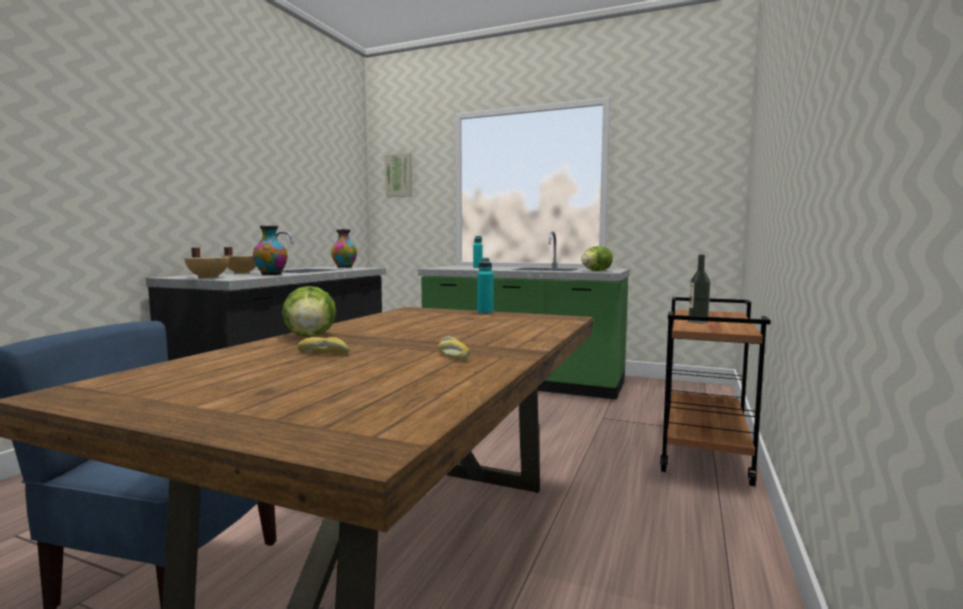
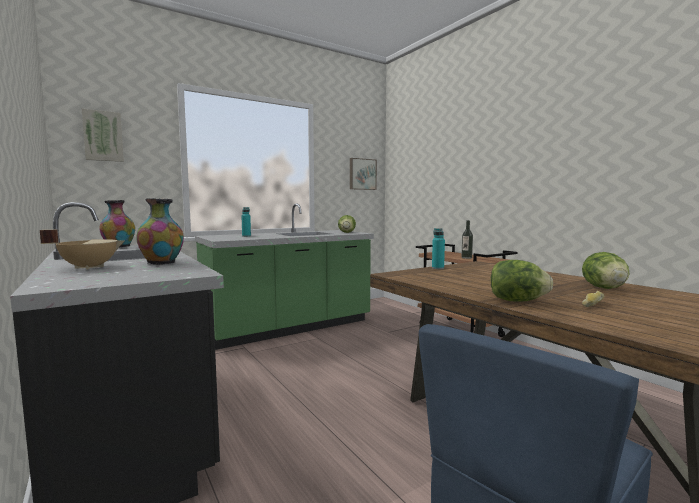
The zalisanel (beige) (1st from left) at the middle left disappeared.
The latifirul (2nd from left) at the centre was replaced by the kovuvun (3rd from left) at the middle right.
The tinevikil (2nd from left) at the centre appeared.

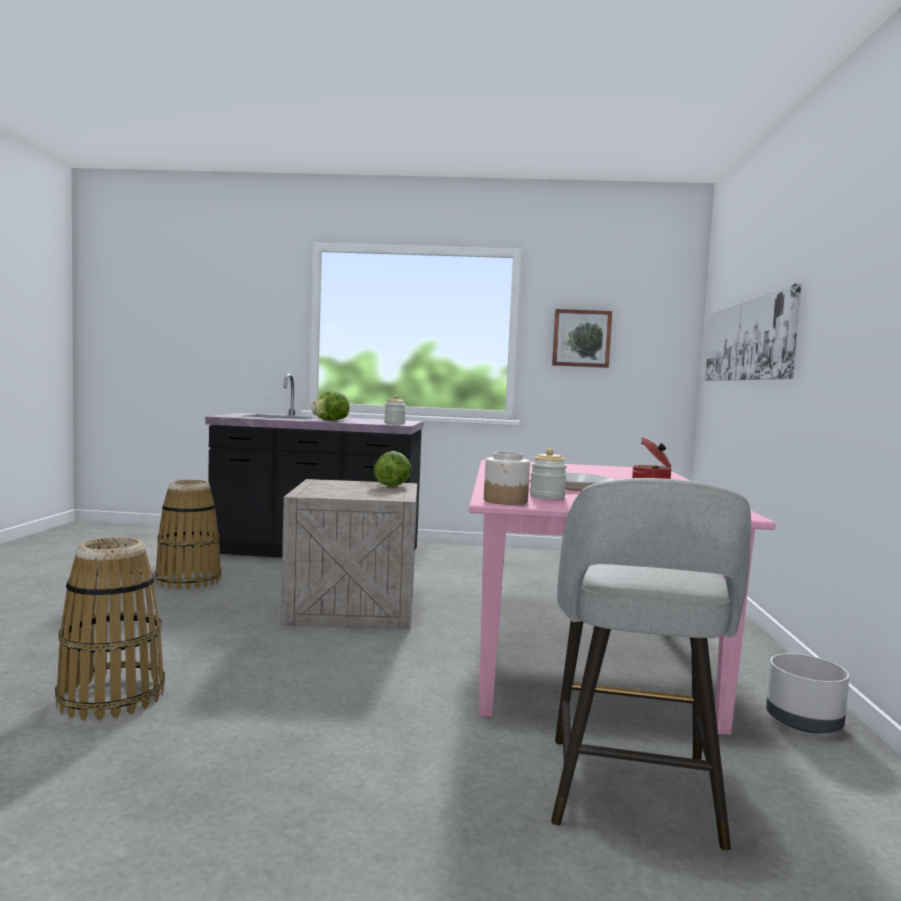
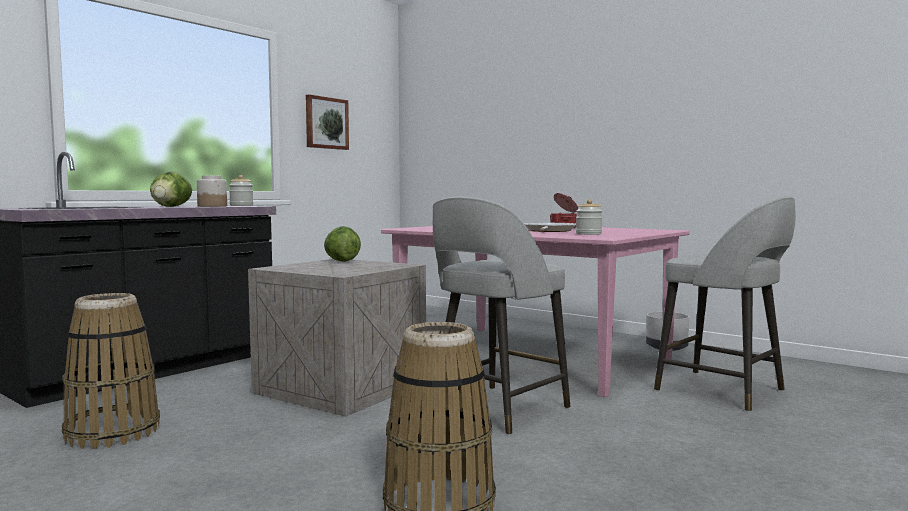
The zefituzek (2nd from left in the first image) moved from the centre to the middle left.
The tinevikil (2nd from left) at the middle right disappeared.
The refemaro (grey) (1st from left) at the centre appeared.

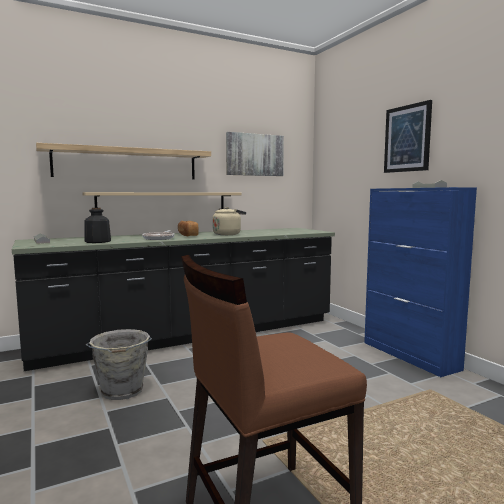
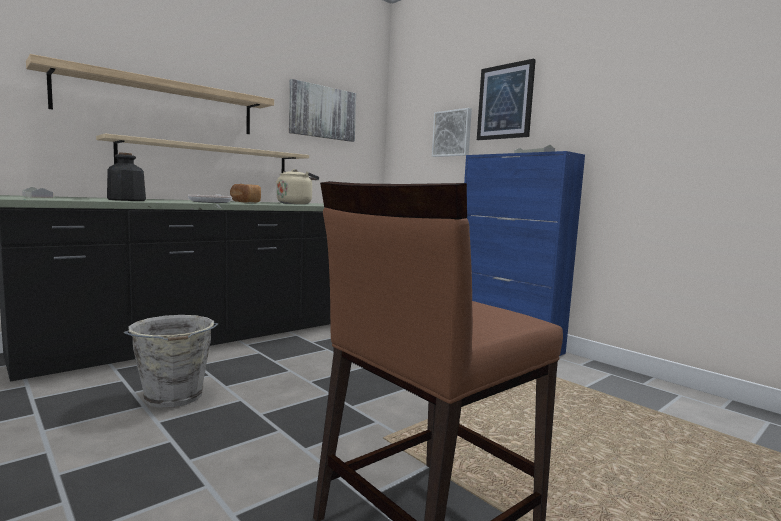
The tinevikil (2nd from left) at the top centre appeared.

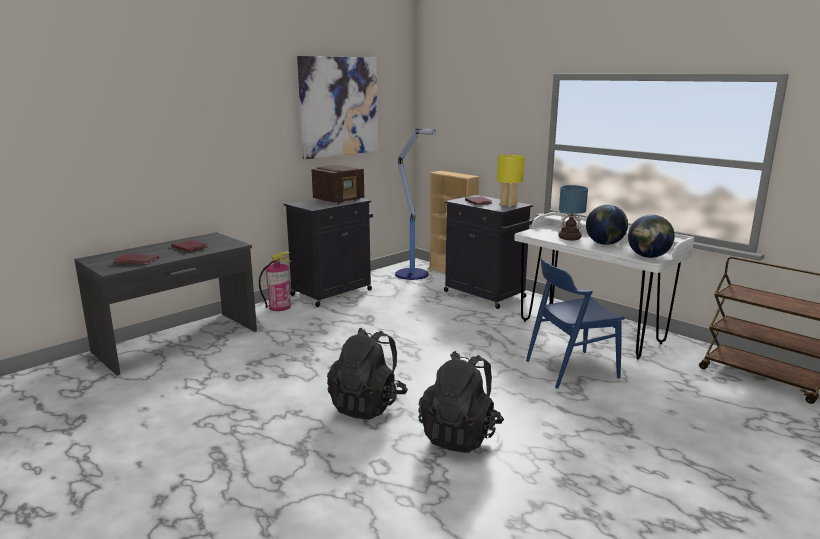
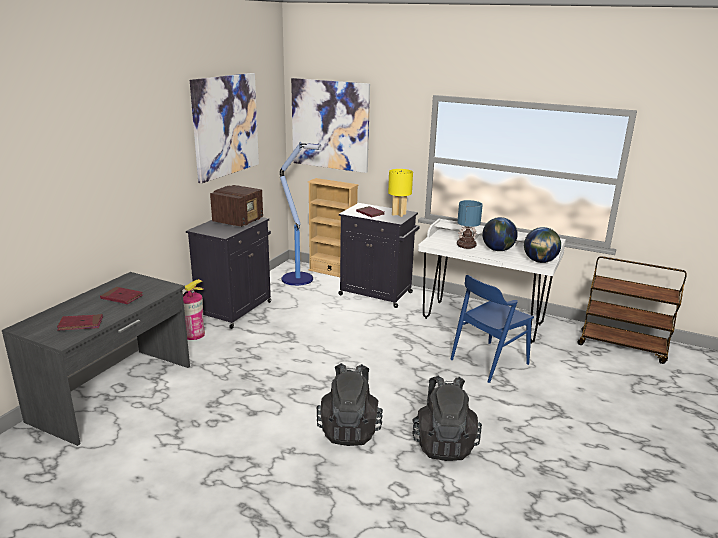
The tinevikil (2nd from left) at the top centre appeared.

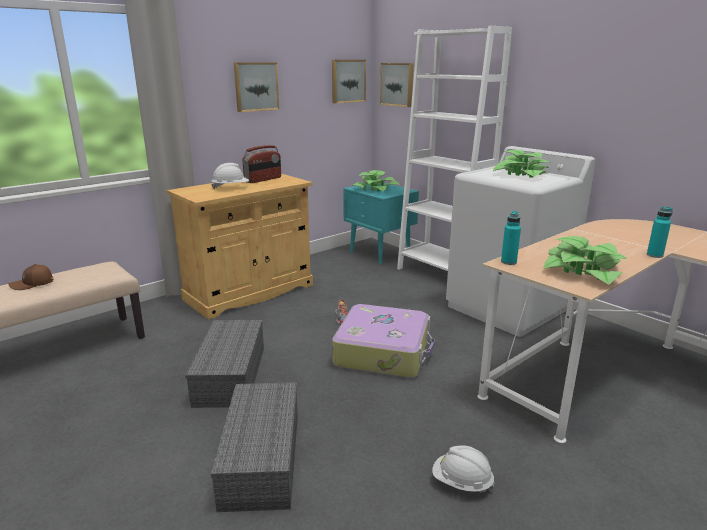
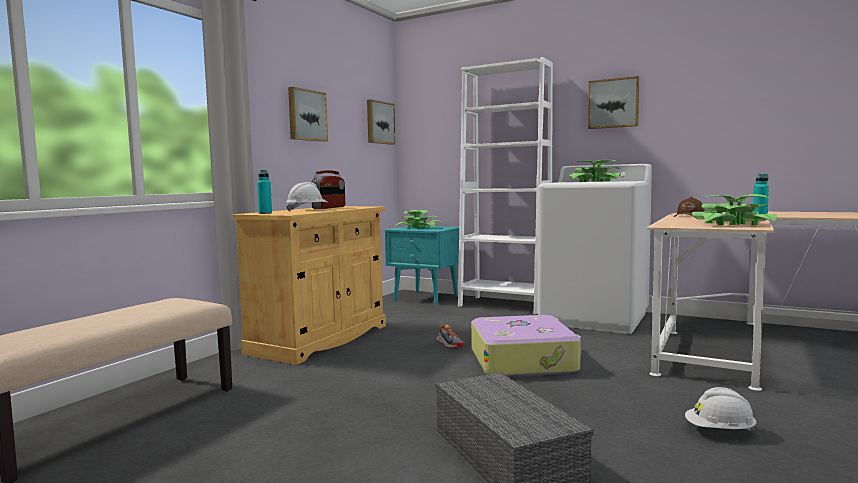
The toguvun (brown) moved from the middle left to the middle right.
The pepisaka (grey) (1st from left) at the bottom left disappeared.
The tinevikil (3rd from left) moved from the top centre to the top right.
The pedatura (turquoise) (1st from left) moved from the middle right to the middle left.

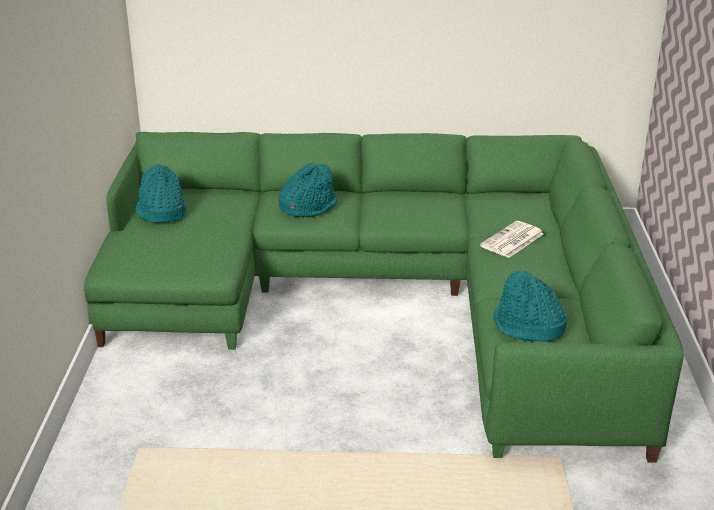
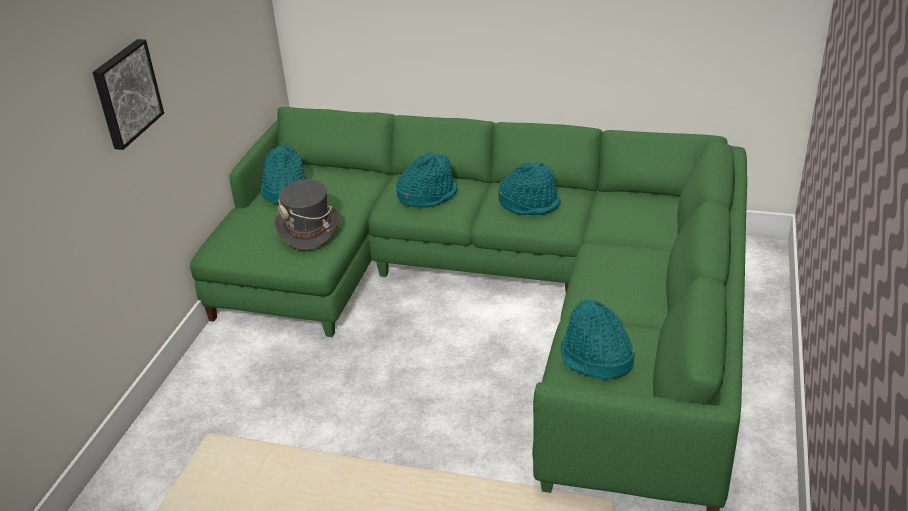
The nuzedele at the middle right disappeared.
The tinevikil at the top left appeared.
The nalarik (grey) at the centre appeared.
The nalarik (turquoise) (3rd from left) at the centre appeared.

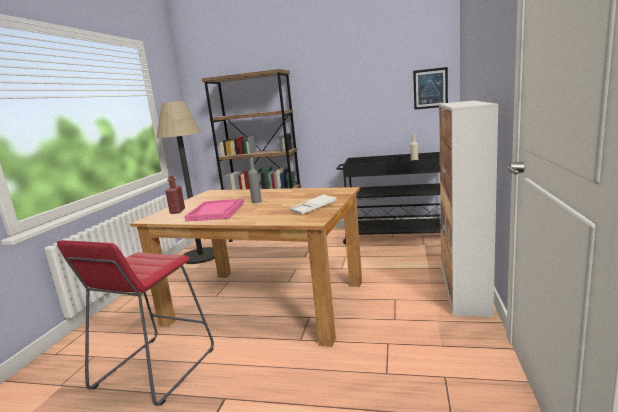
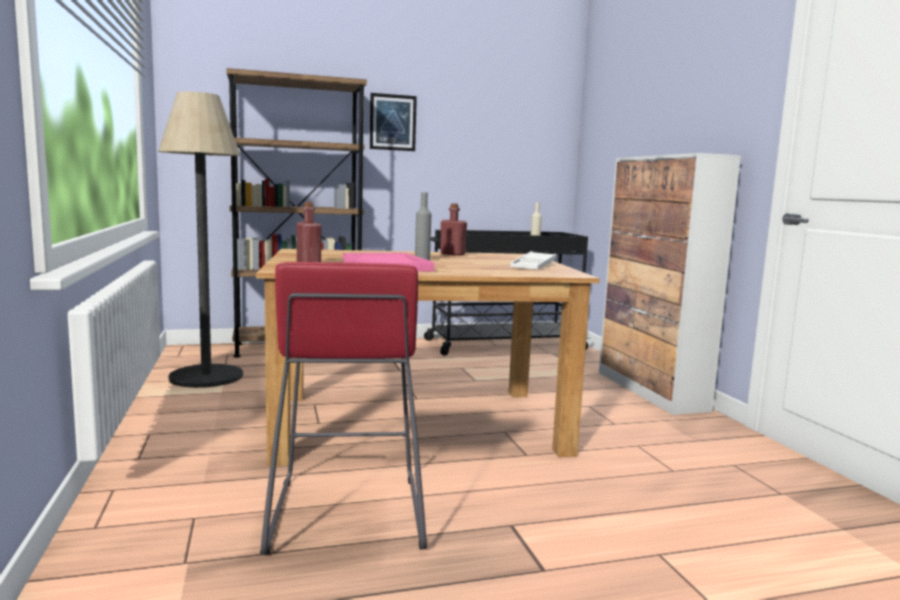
The tinevikil moved from the top right to the top centre.
The pedatura (red) (2nd from left) at the centre appeared.

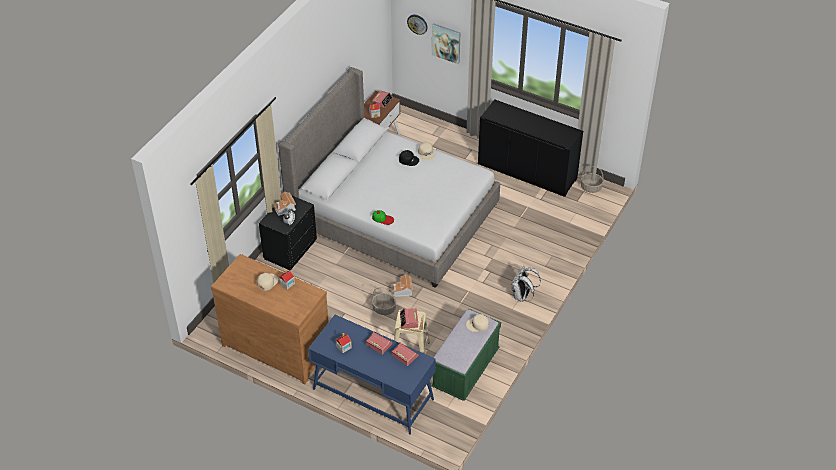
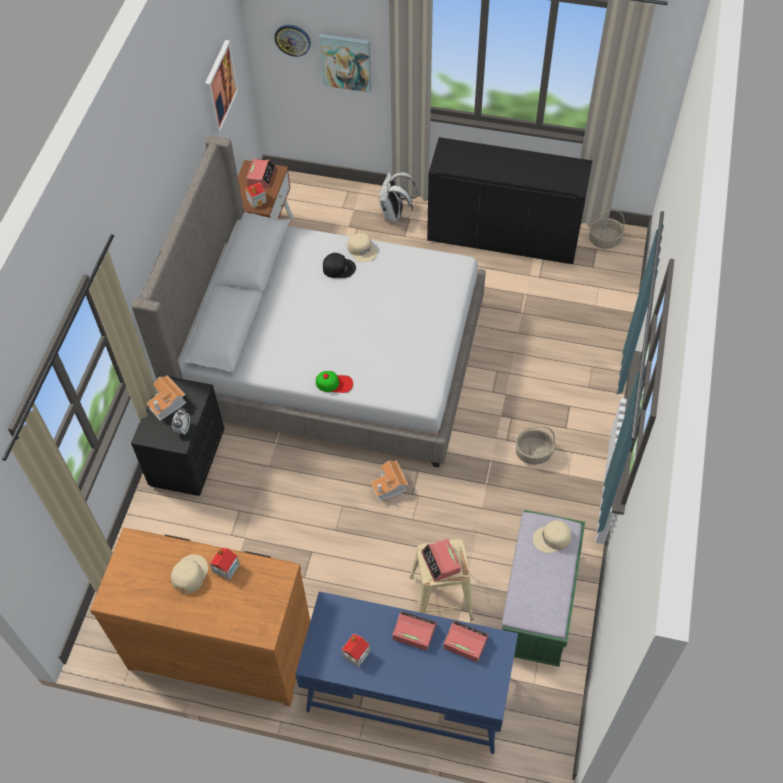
The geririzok (1st from left) moved from the centre to the middle right.
The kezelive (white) moved from the centre to the top centre.
The tinevikil (1st from left) at the top left appeared.

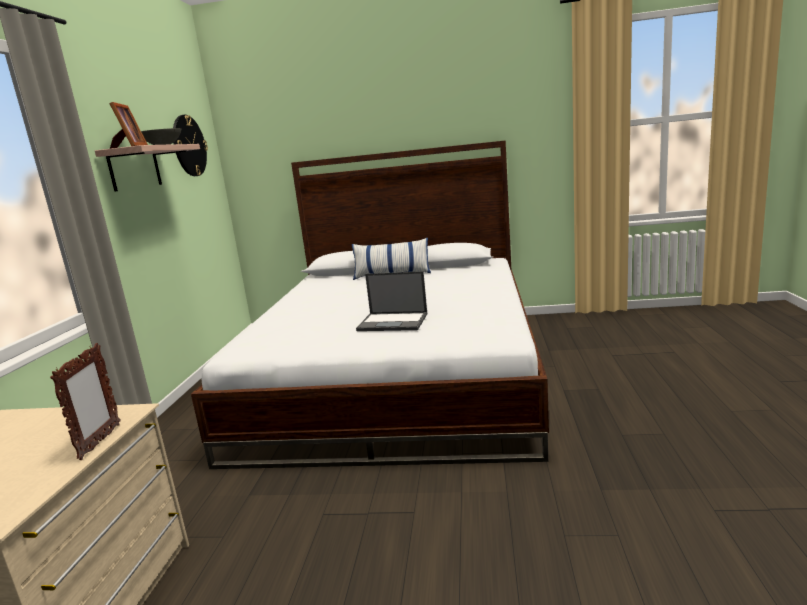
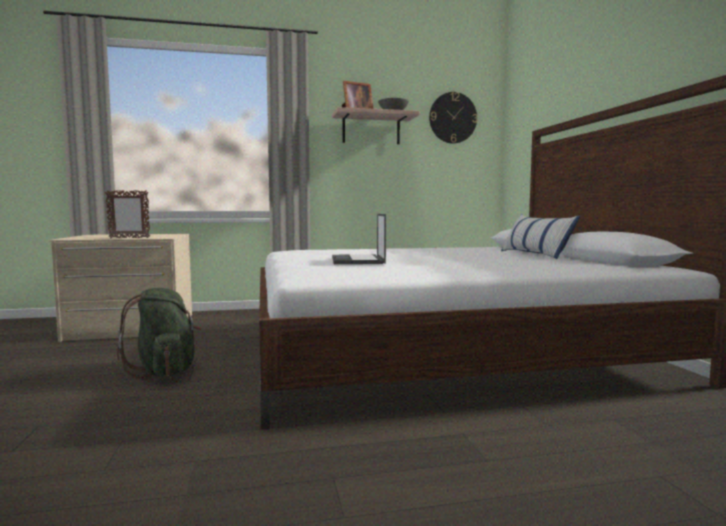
The kezelive (green) at the middle left appeared.

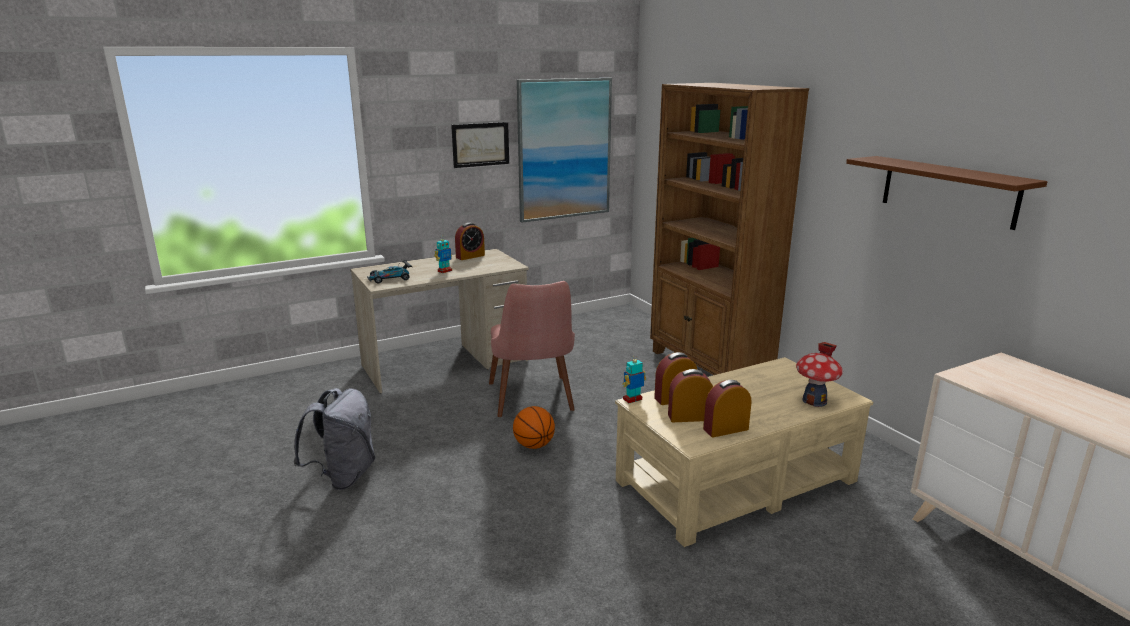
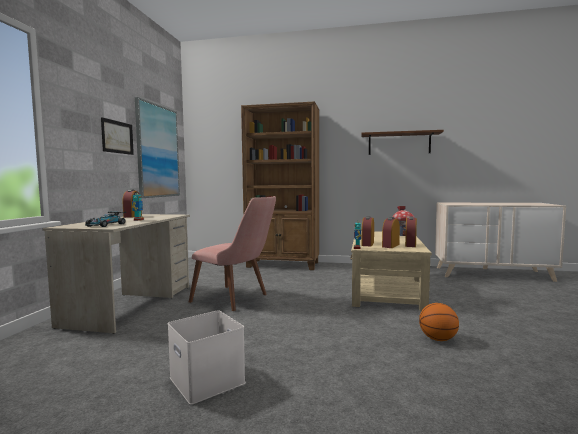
The kezelive (grey) at the bottom left was replaced by the pepisaka (white) at the bottom centre.
The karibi moved from the bottom centre to the bottom right.

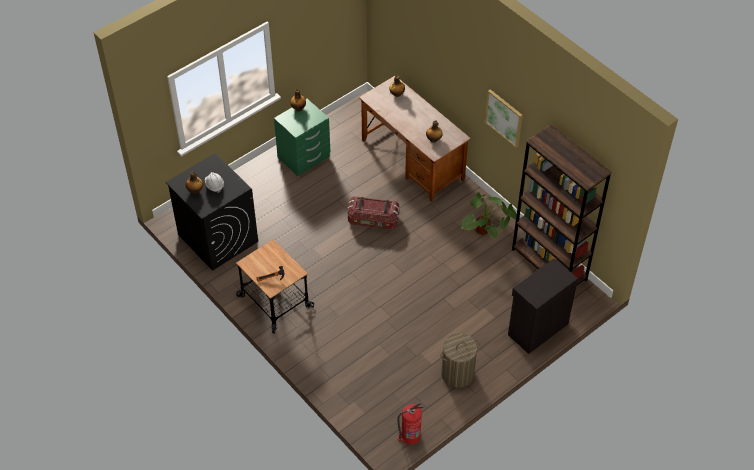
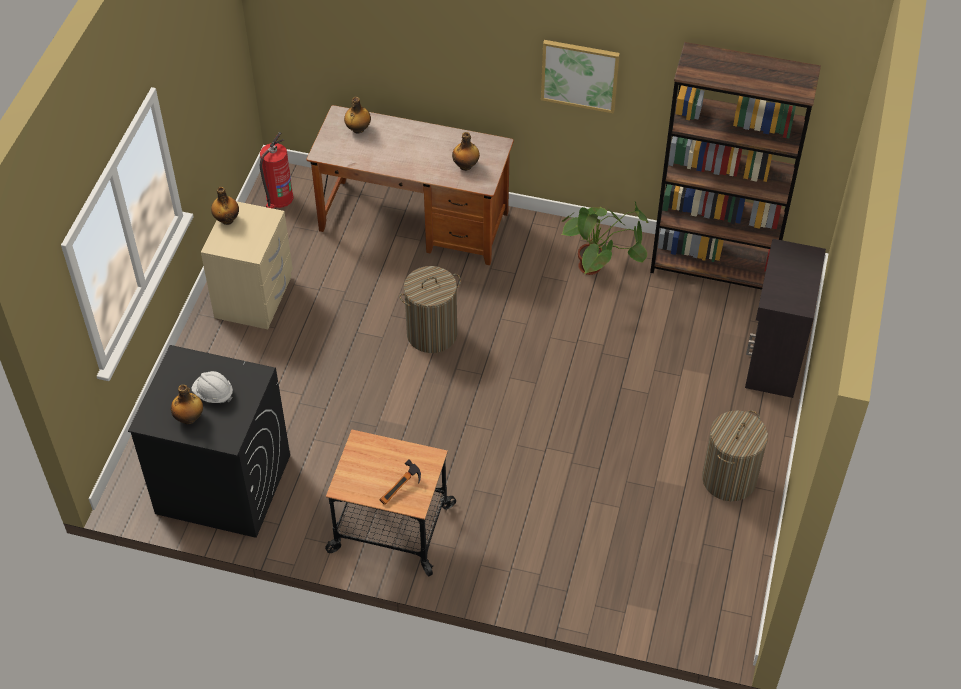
The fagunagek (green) at the top centre became the fagunagek (beige) at the middle left.
The pepisaka at the centre was replaced by the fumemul (1st from left) at the centre.
The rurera moved from the bottom centre to the top left.

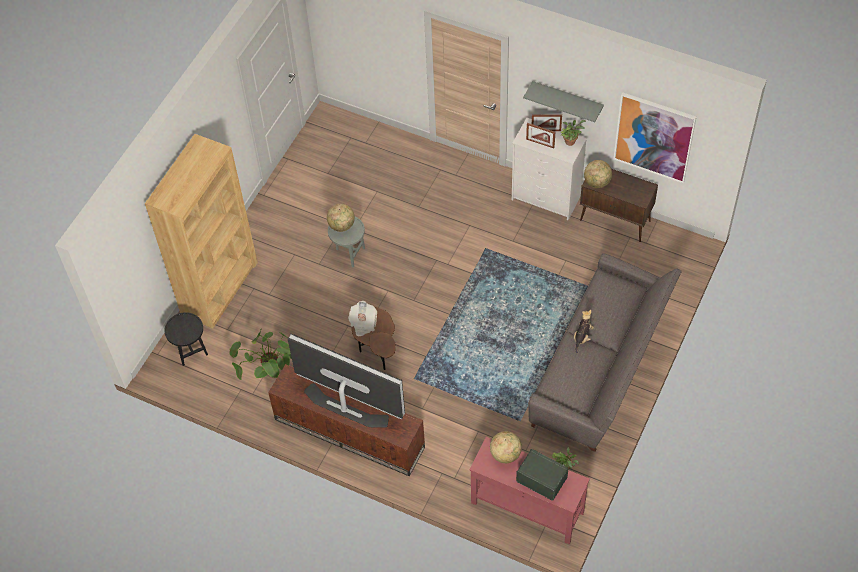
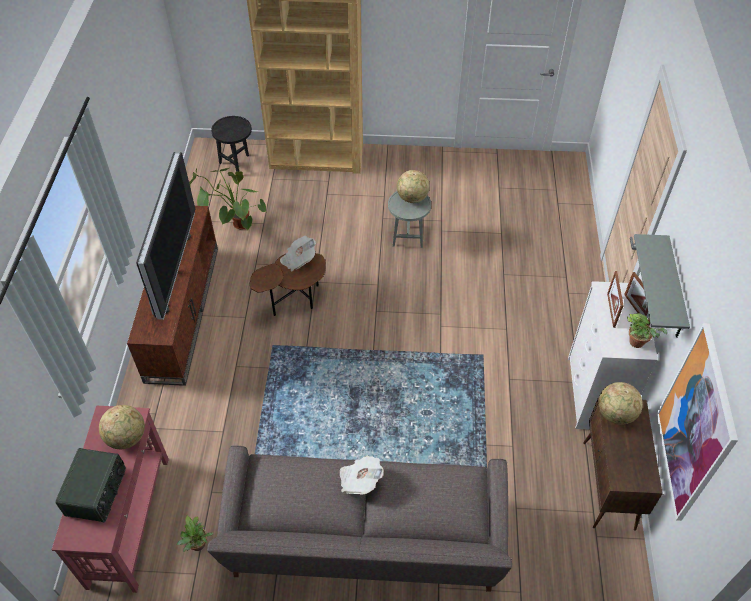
The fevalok at the middle right was replaced by the nuzedele (2nd from left) at the bottom centre.

